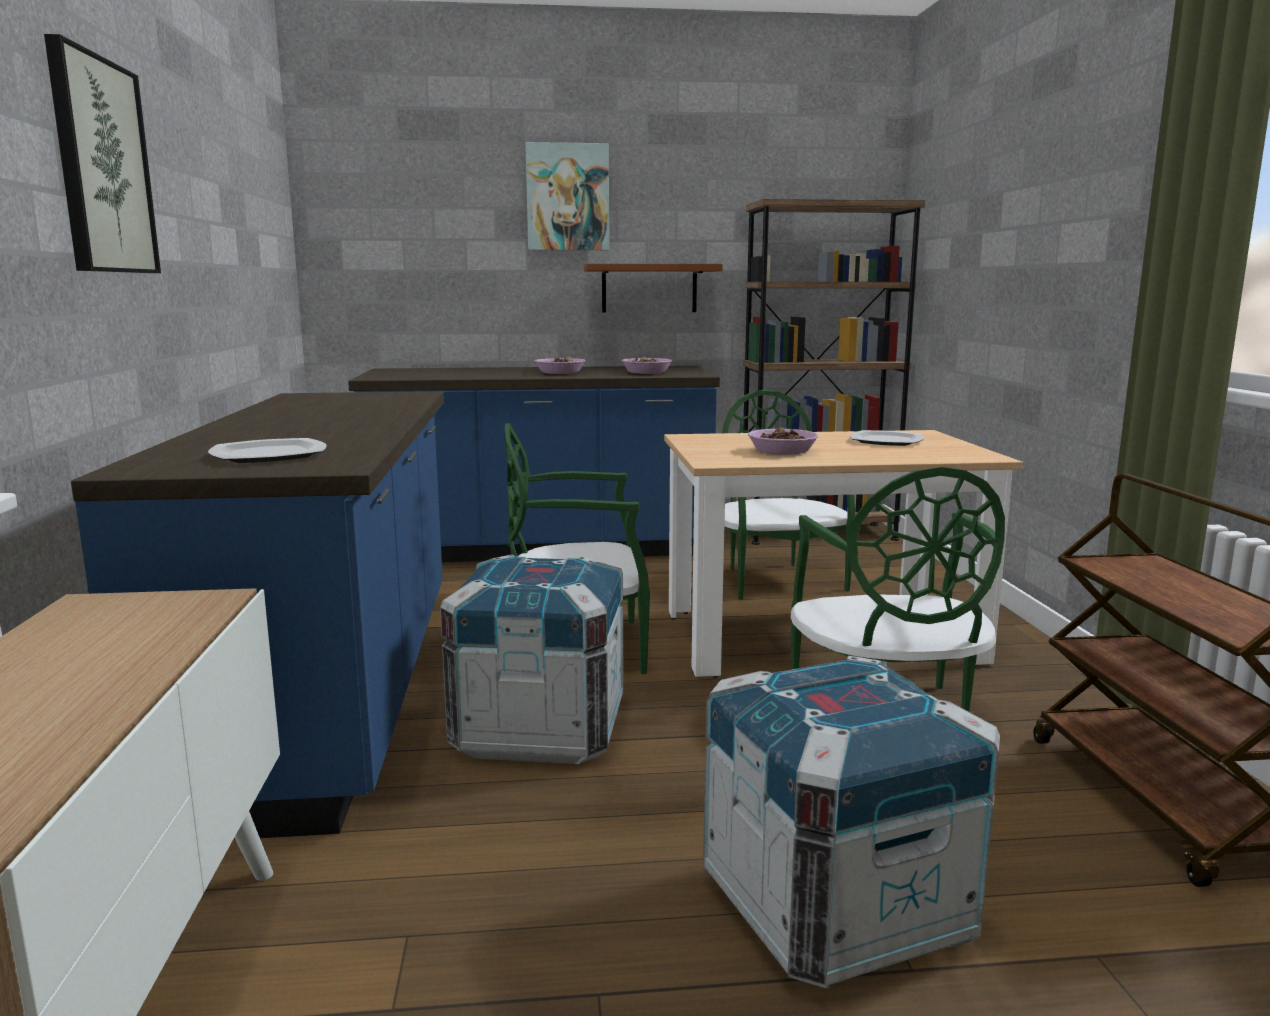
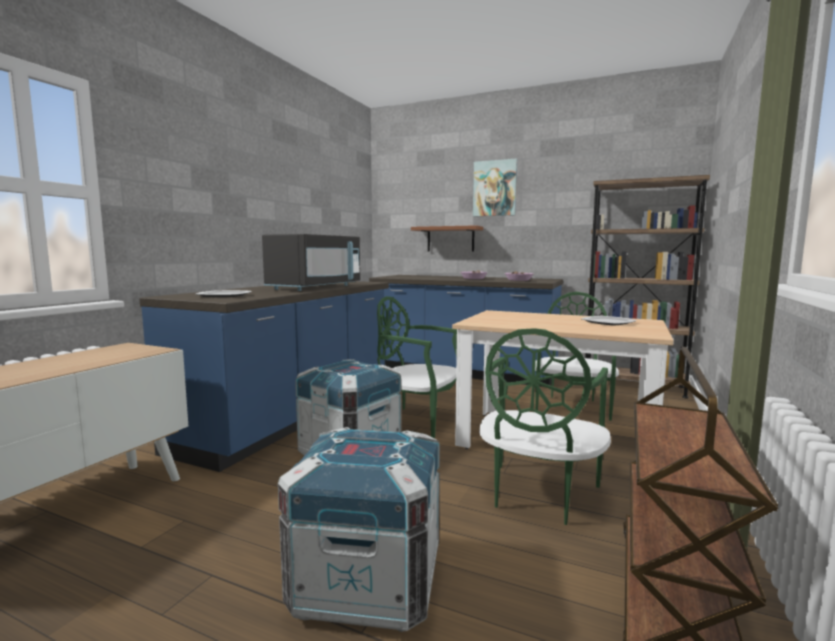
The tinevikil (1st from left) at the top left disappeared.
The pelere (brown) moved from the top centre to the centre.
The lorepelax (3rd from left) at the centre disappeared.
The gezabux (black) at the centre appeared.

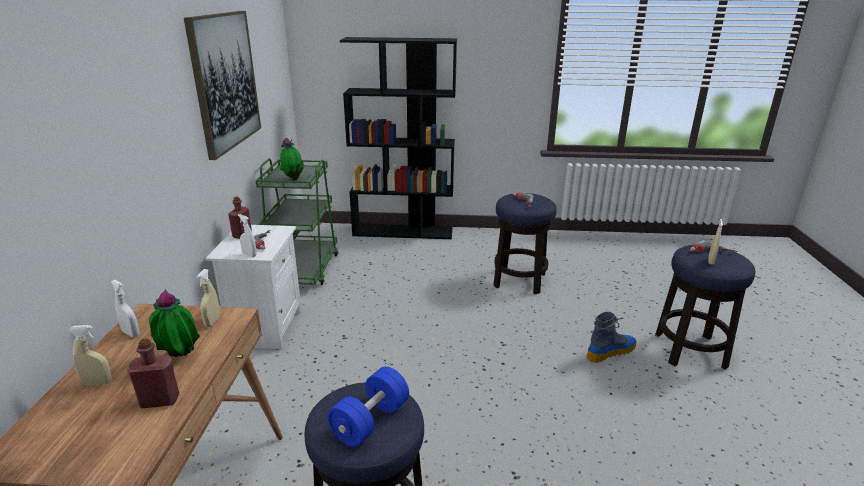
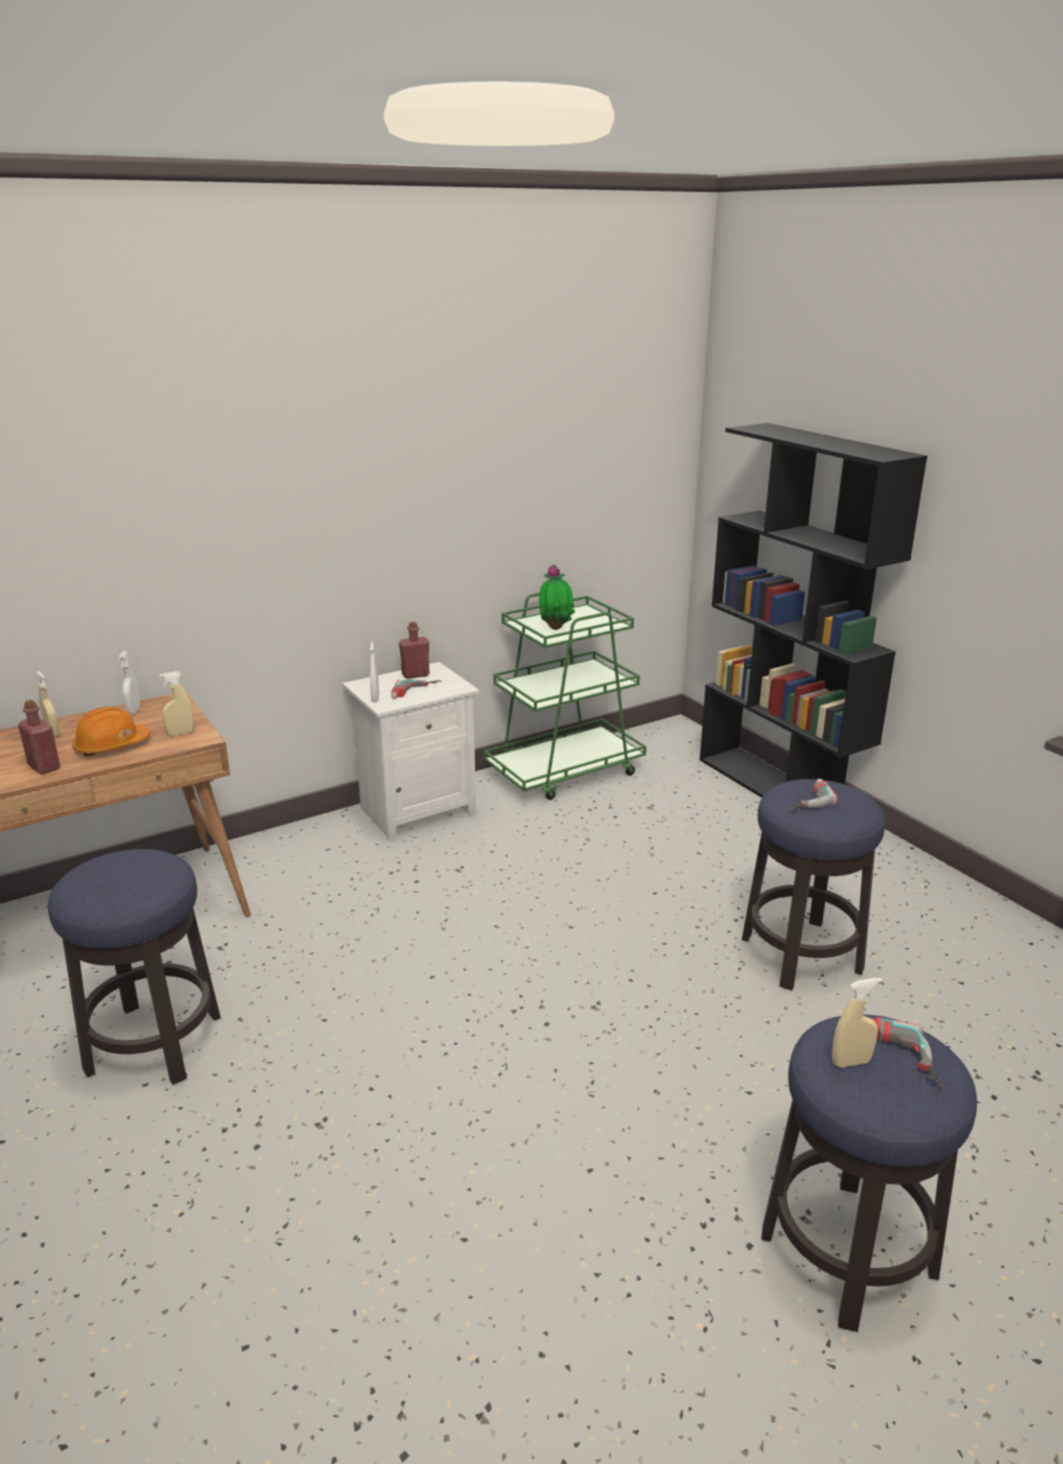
The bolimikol (1st from left) at the middle left was replaced by the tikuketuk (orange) at the middle left.
The tinevikil at the top left disappeared.
The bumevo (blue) at the bottom centre disappeared.
The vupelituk at the bottom right disappeared.

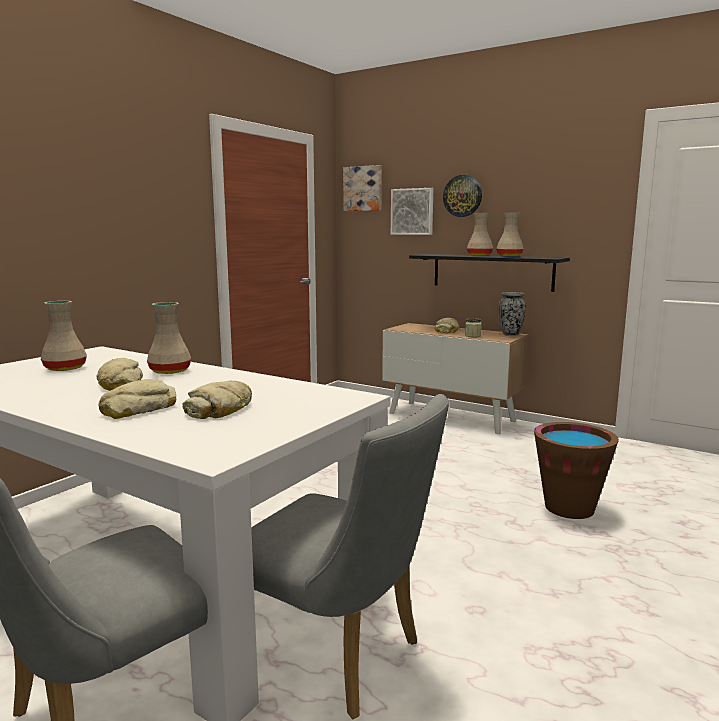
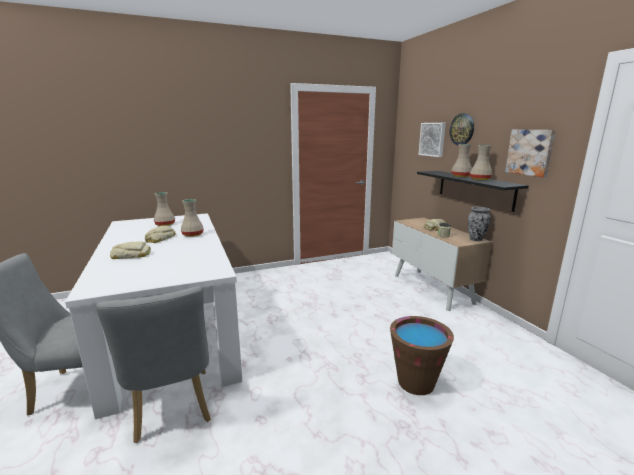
The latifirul (3rd from left) at the middle left disappeared.
The tinevikil (1st from left in the first image) moved from the top centre to the top right.

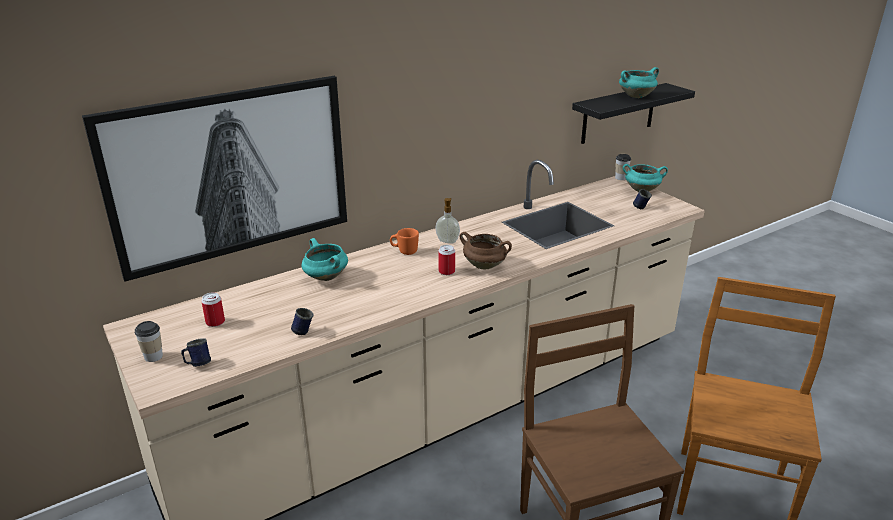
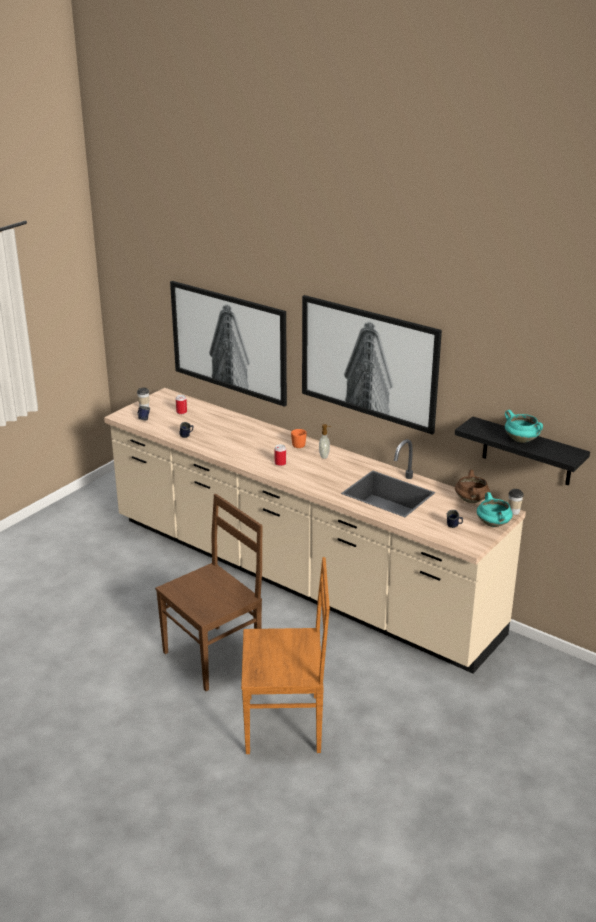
The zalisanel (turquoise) (1st from left) at the centre disappeared.
The zalisanel (brown) moved from the centre to the middle right.
The tinevikil (2nd from left) at the centre appeared.

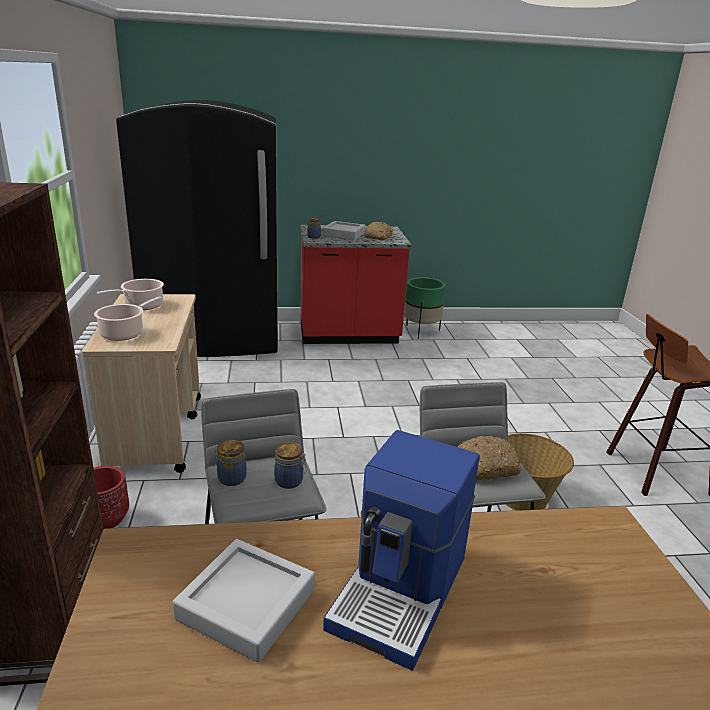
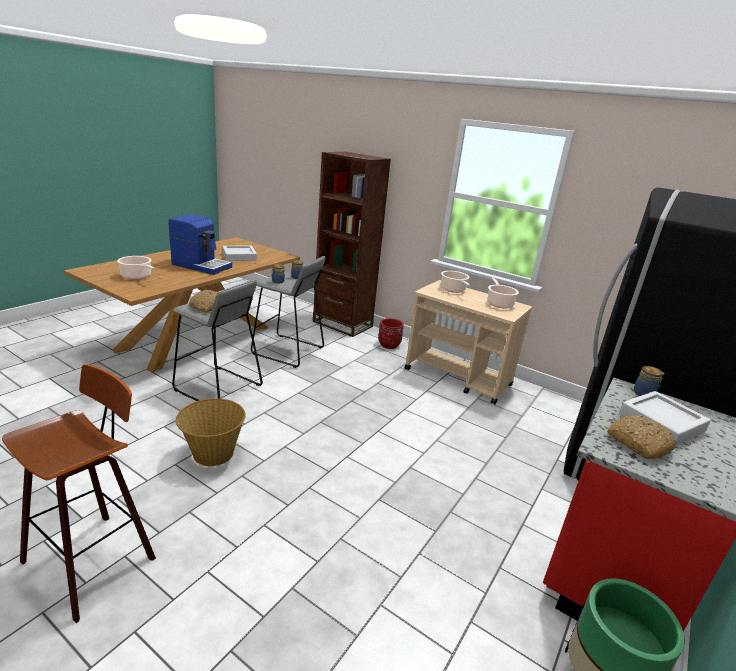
The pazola at the bottom centre turned 135 degrees clockwise.
The zalisanel (1st from left) at the middle left appeared.

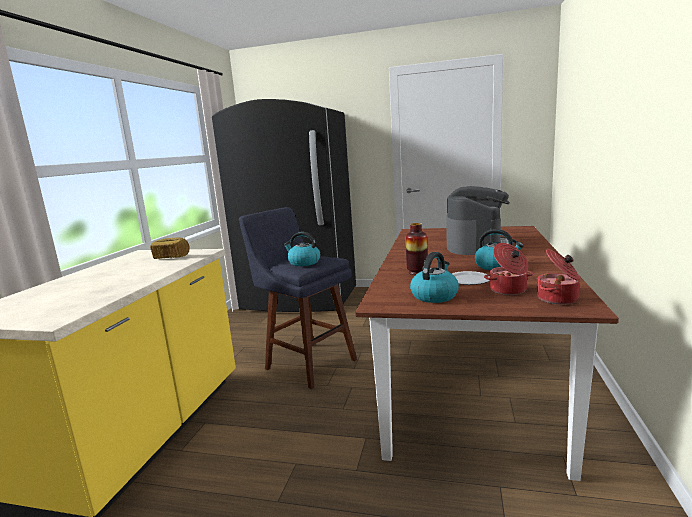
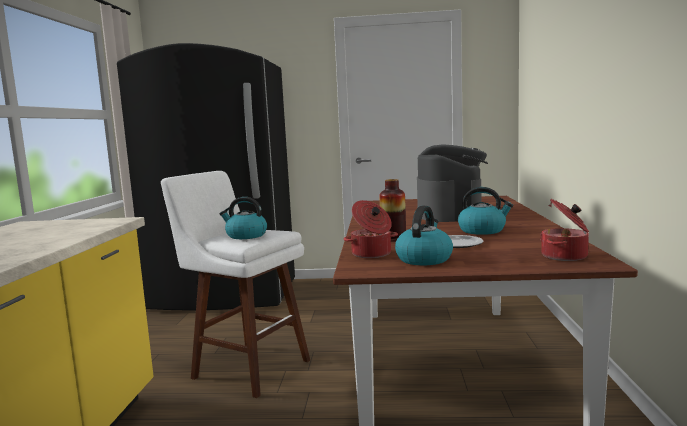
The latifirul at the middle left disappeared.
The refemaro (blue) at the centre became the refemaro (white) at the bottom centre.
The zalisanel (1st from left) moved from the middle right to the centre.

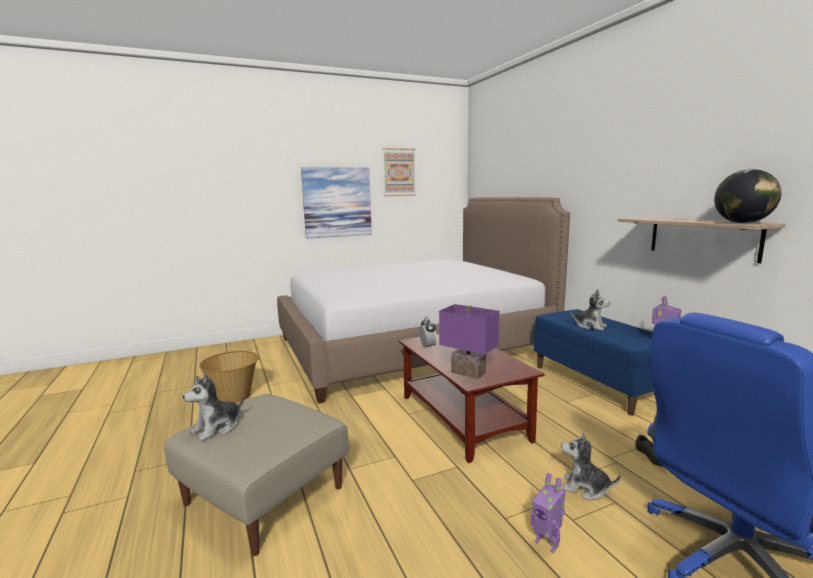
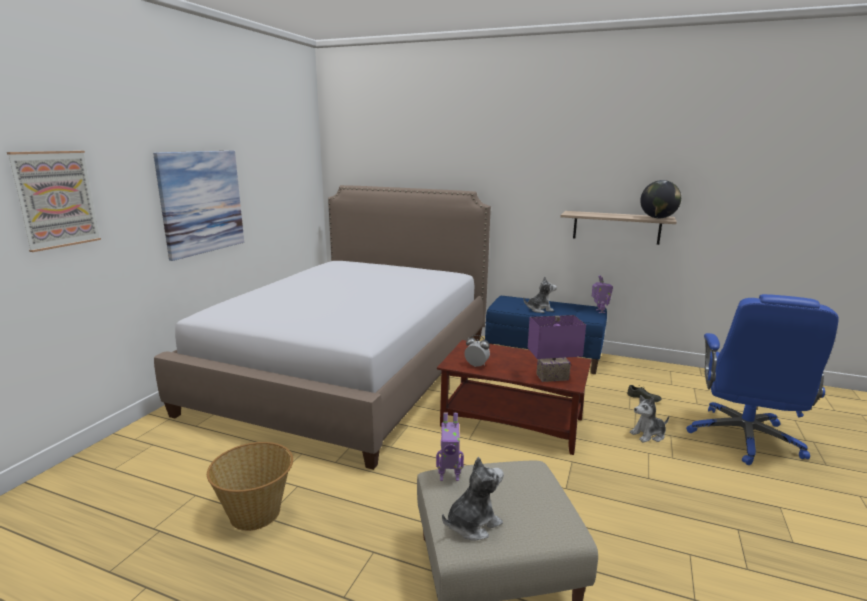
The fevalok (1st from left) at the bottom left turned 120 degrees counterclockwise.
The tinevikil (2nd from left in the first image) moved from the top centre to the middle left.
The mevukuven (1st from left) moved from the bottom right to the bottom centre.

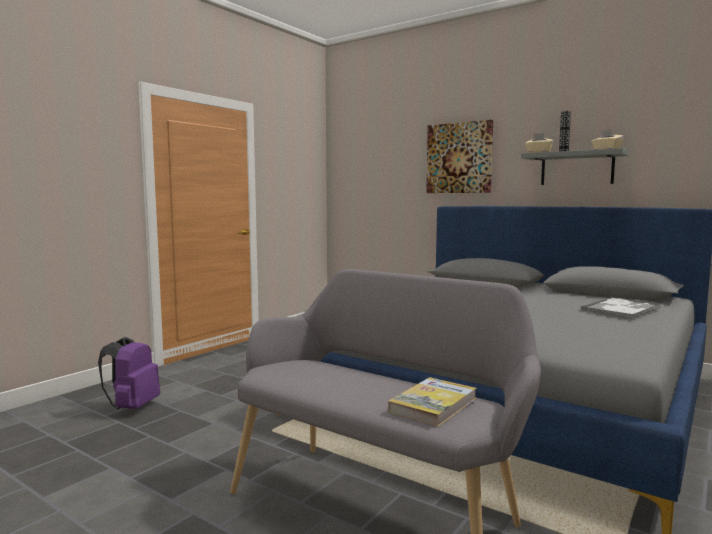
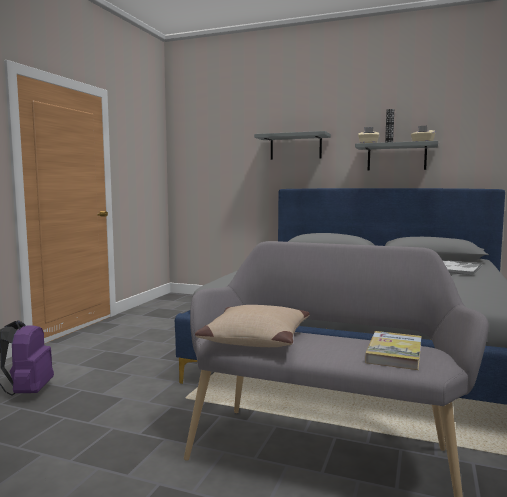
The tinevikil at the top centre was replaced by the pelere (grey) (1st from left) at the top centre.
The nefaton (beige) at the centre appeared.

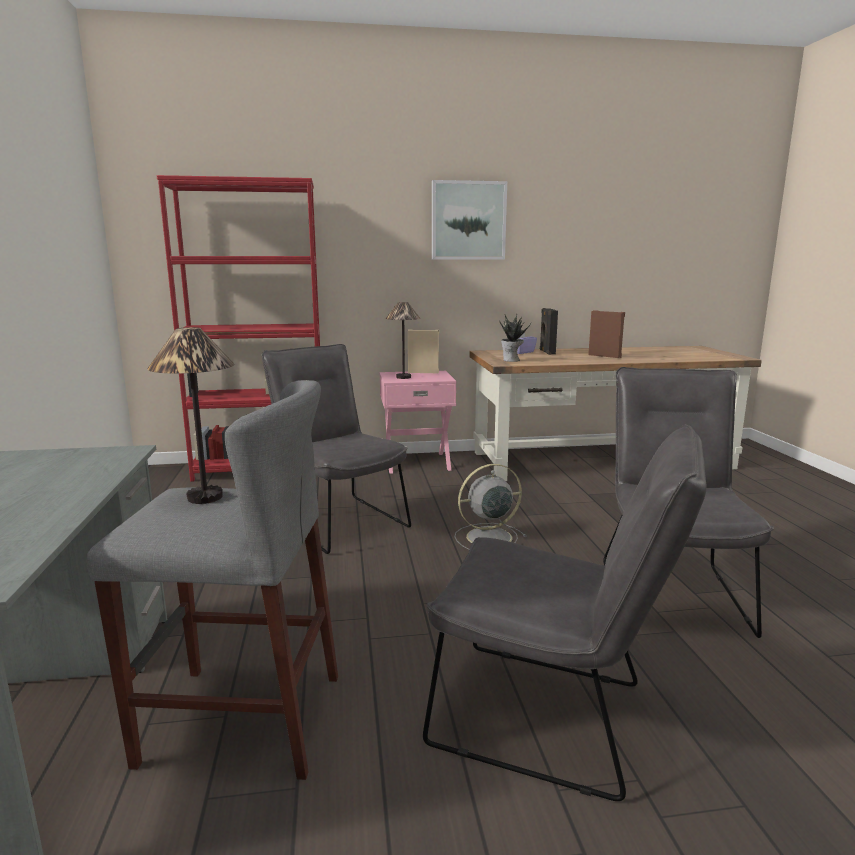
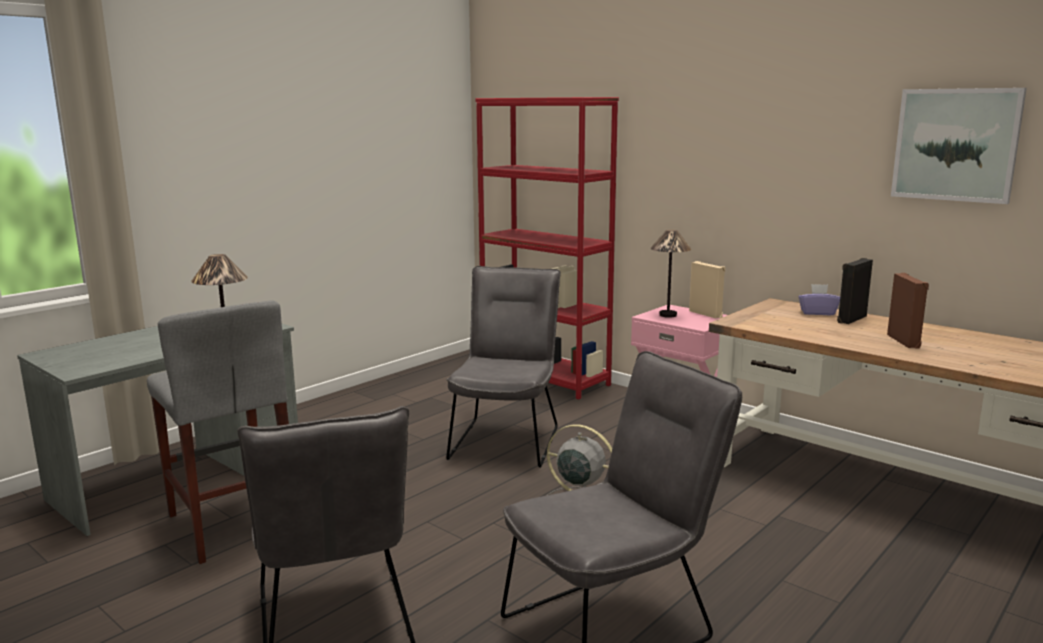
The tinevikil moved from the top centre to the top right.
The bolimikol at the centre disappeared.

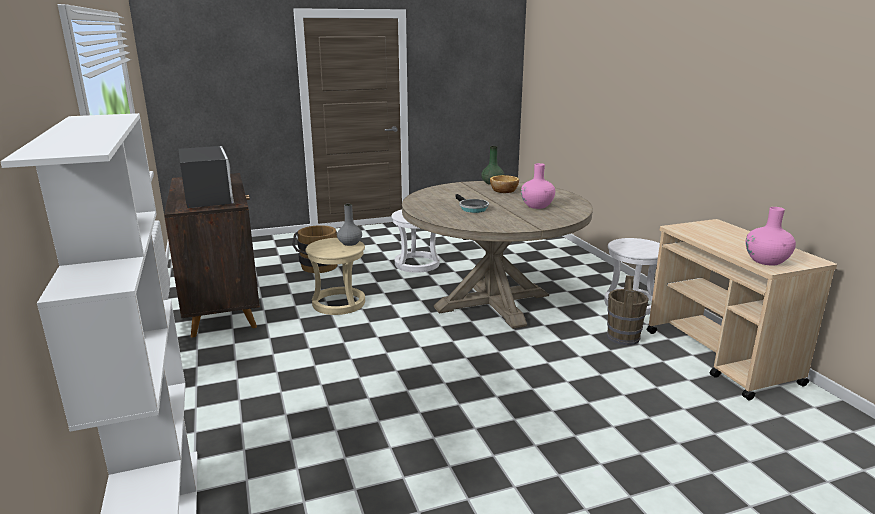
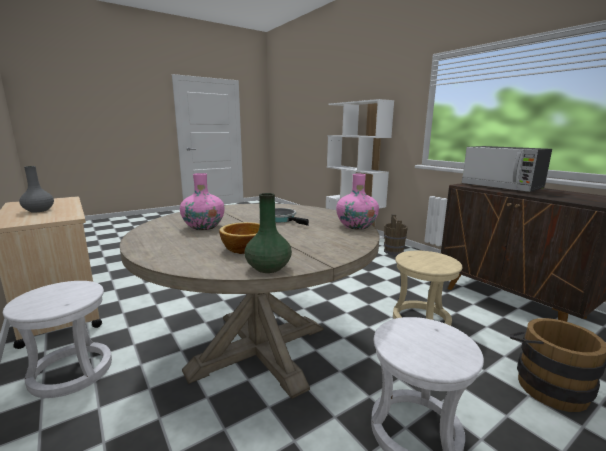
The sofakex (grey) moved from the centre to the middle left.
The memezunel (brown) (2nd from left in the first image) moved from the middle right to the centre.
The sofakex (pink) (2nd from left) moved from the middle right to the centre.

